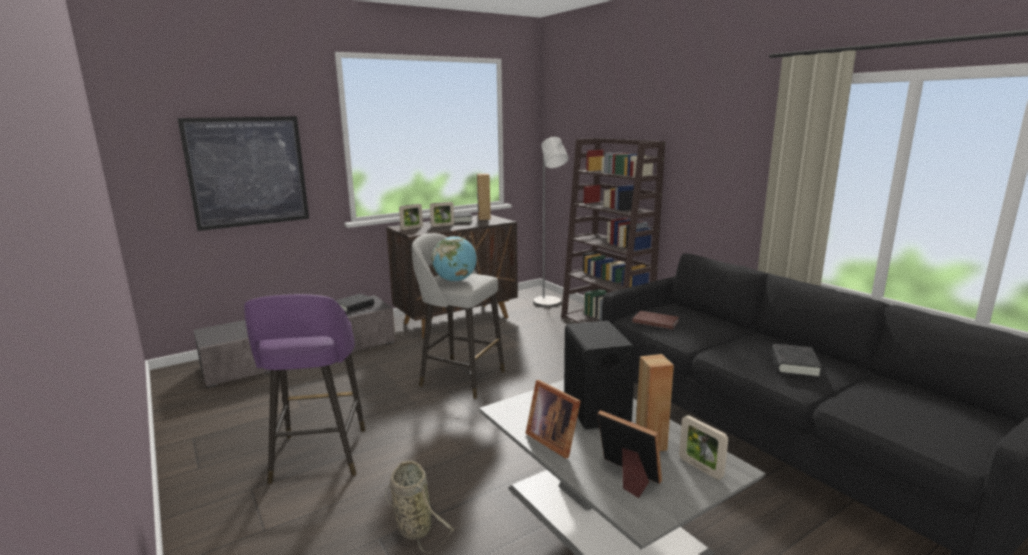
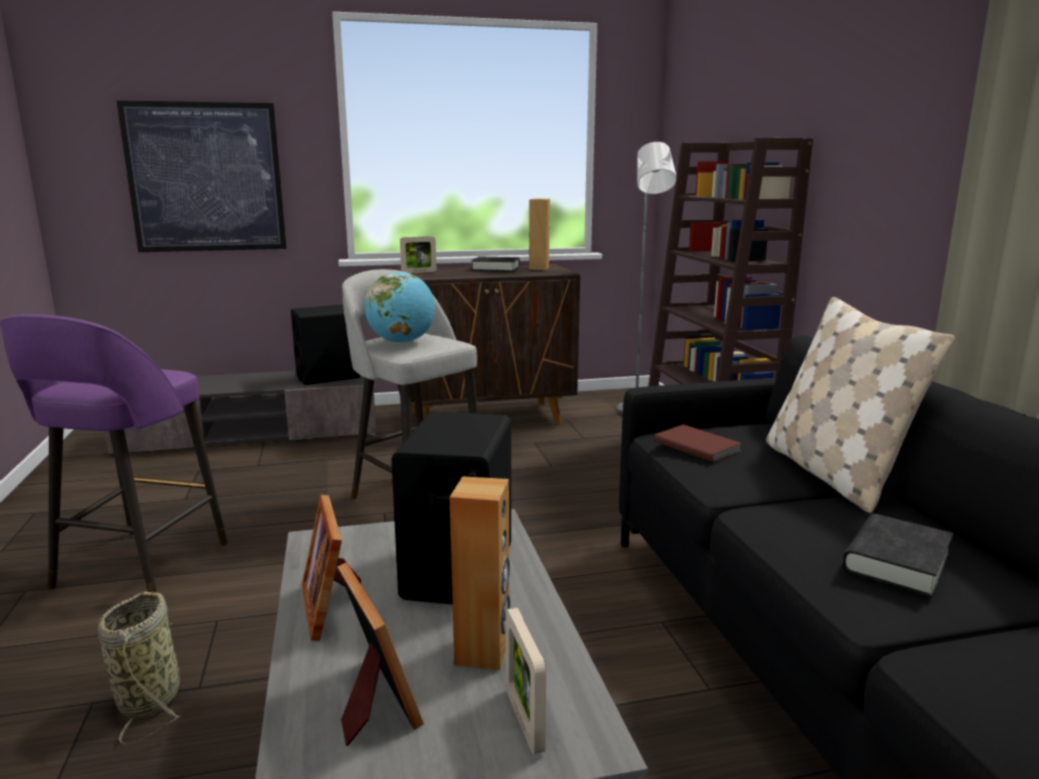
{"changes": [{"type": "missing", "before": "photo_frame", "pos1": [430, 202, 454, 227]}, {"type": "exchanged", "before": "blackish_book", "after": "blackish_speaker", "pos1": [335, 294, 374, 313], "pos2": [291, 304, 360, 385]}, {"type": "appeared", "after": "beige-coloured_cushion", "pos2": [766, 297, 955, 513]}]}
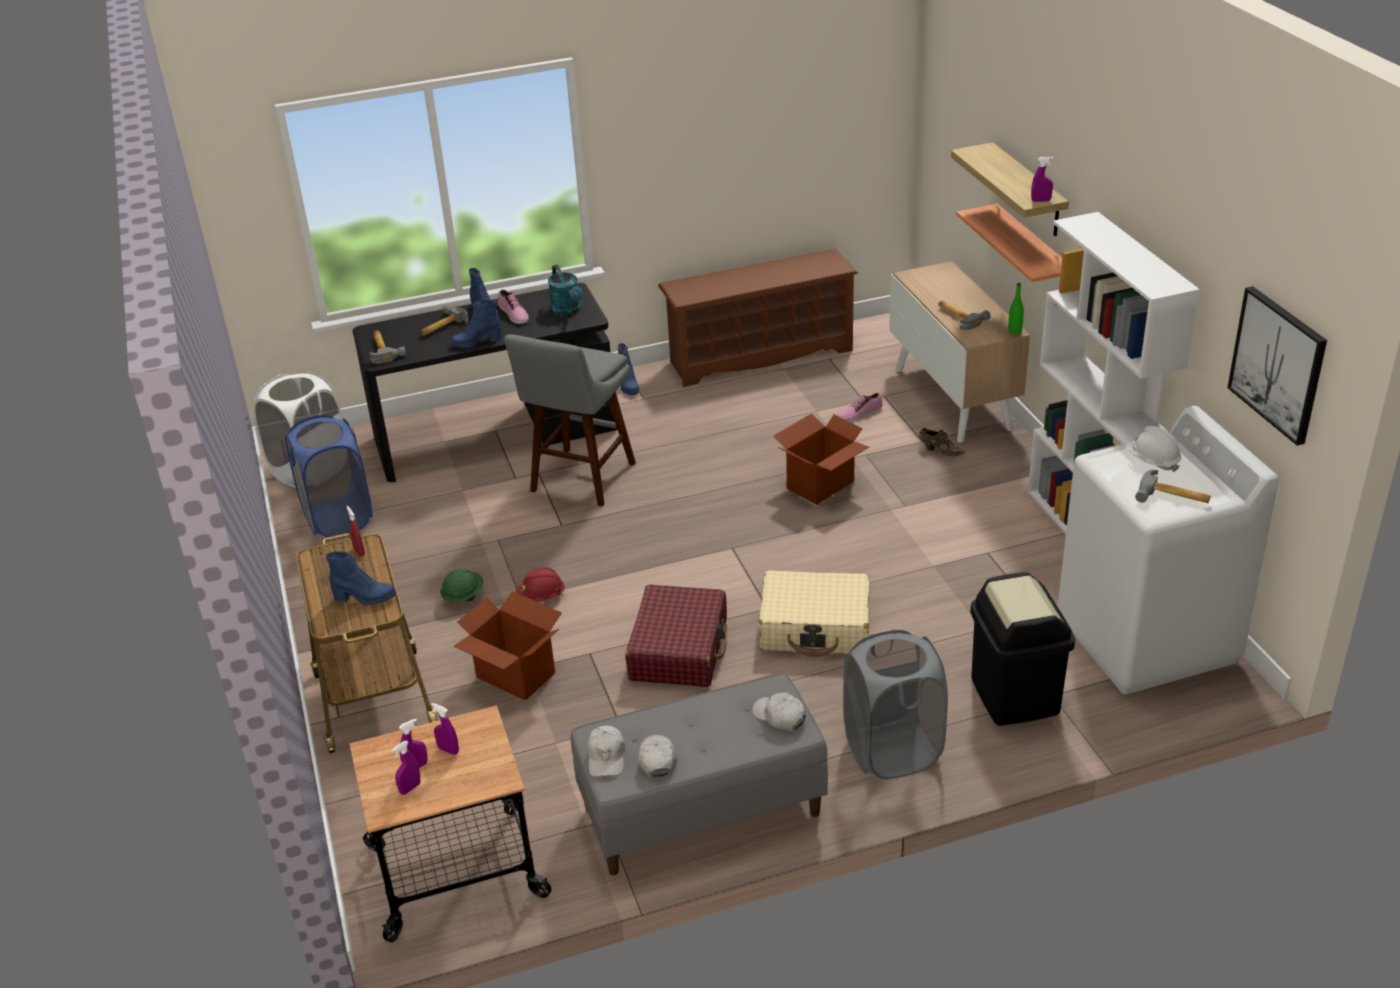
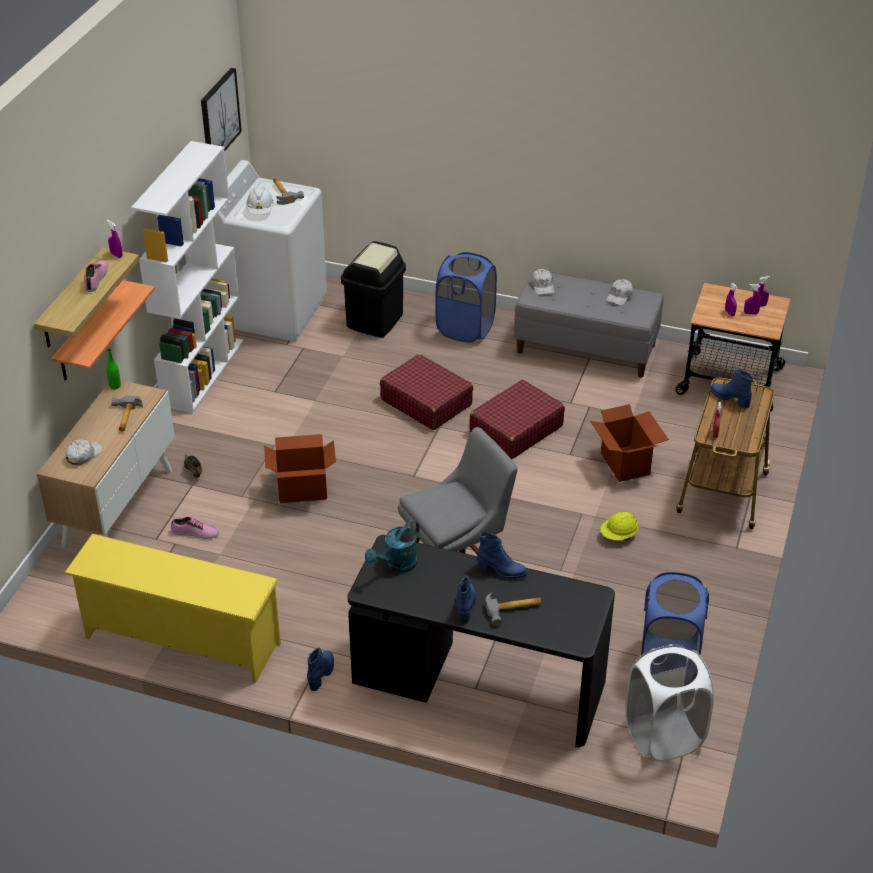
{"changes": [{"type": "colour", "before": "brown-coloured_shoe_stand", "after": "yellow-coloured_shoe_stand", "pos1": [658, 249, 858, 387], "pos2": [64, 534, 281, 683]}, {"type": "spun", "before": "blue-green_watering_can", "pos1": [548, 265, 583, 316], "pos2": [365, 520, 419, 573], "turn": -150}, {"type": "relocated", "before": "item_of_footwear", "pos1": [498, 289, 529, 324], "pos2": [84, 260, 108, 292]}, {"type": "missing", "before": "hand_hammer", "pos1": [369, 330, 406, 364]}, {"type": "missing", "before": "reddish_work_helmet", "pos1": [515, 567, 565, 602]}, {"type": "colour", "before": "greenish_work_helmet", "after": "yellow-coloured_work_helmet", "pos1": [441, 569, 483, 602], "pos2": [600, 512, 639, 541]}, {"type": "colour", "before": "beige-coloured_suitcase", "after": "reddish_suitcase", "pos1": [759, 570, 870, 657], "pos2": [380, 354, 473, 430]}, {"type": "colour", "before": "gray_hamper", "after": "blue-coloured_hamper", "pos1": [843, 629, 948, 780], "pos2": [436, 252, 497, 343]}, {"type": "relocated", "before": "whitish_cap", "pos1": [587, 726, 625, 777], "pos2": [66, 439, 103, 465]}]}
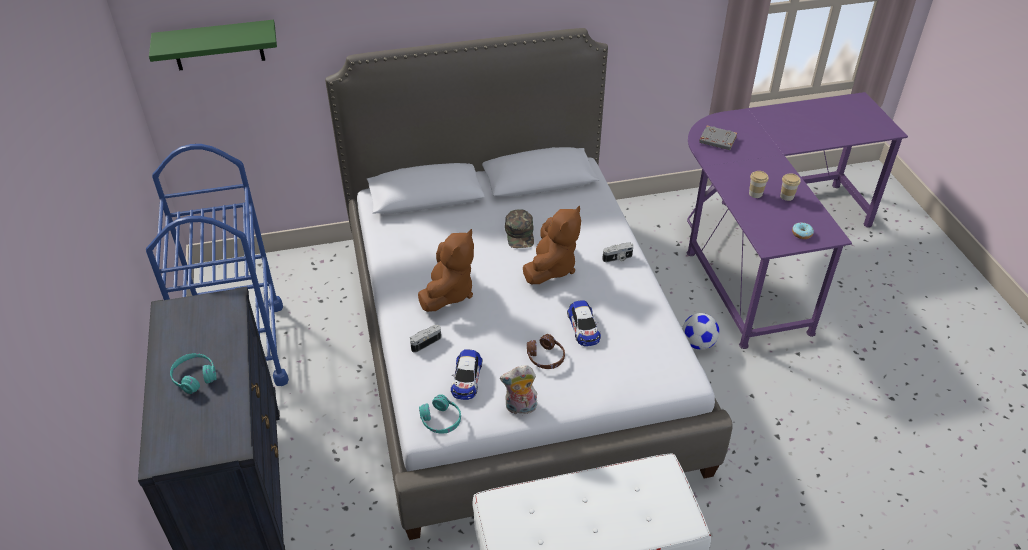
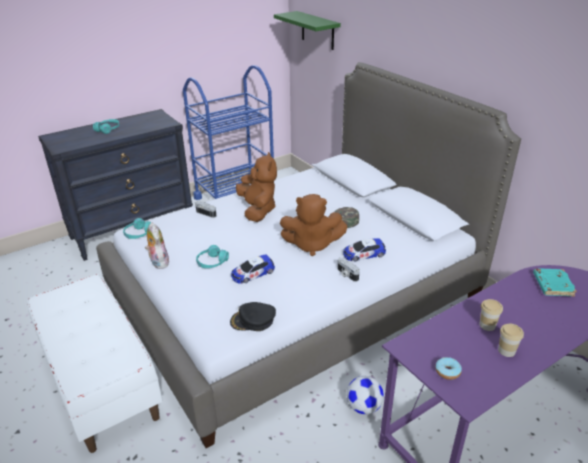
{"changes": [{"type": "colour", "before": "gray_book", "after": "blue-green_book", "pos1": [699, 126, 737, 150], "pos2": [533, 269, 577, 297]}, {"type": "spun", "before": "brown-coloured_plush_toy", "pos1": [418, 229, 474, 312], "pos2": [236, 152, 277, 222], "turn": -105}, {"type": "colour", "before": "brown-coloured_headphones", "after": "blue-green_headphones", "pos1": [527, 334, 565, 369], "pos2": [196, 245, 229, 268]}, {"type": "relocated", "before": "model_car", "pos1": [451, 350, 482, 400], "pos2": [343, 238, 386, 262]}, {"type": "appeared", "after": "blackish_cap", "pos2": [230, 302, 276, 331]}]}
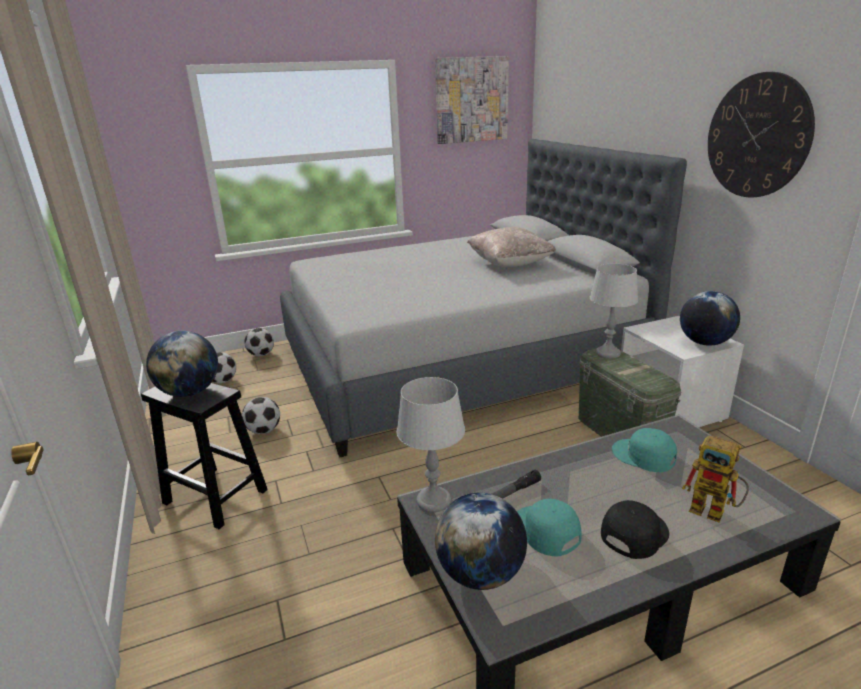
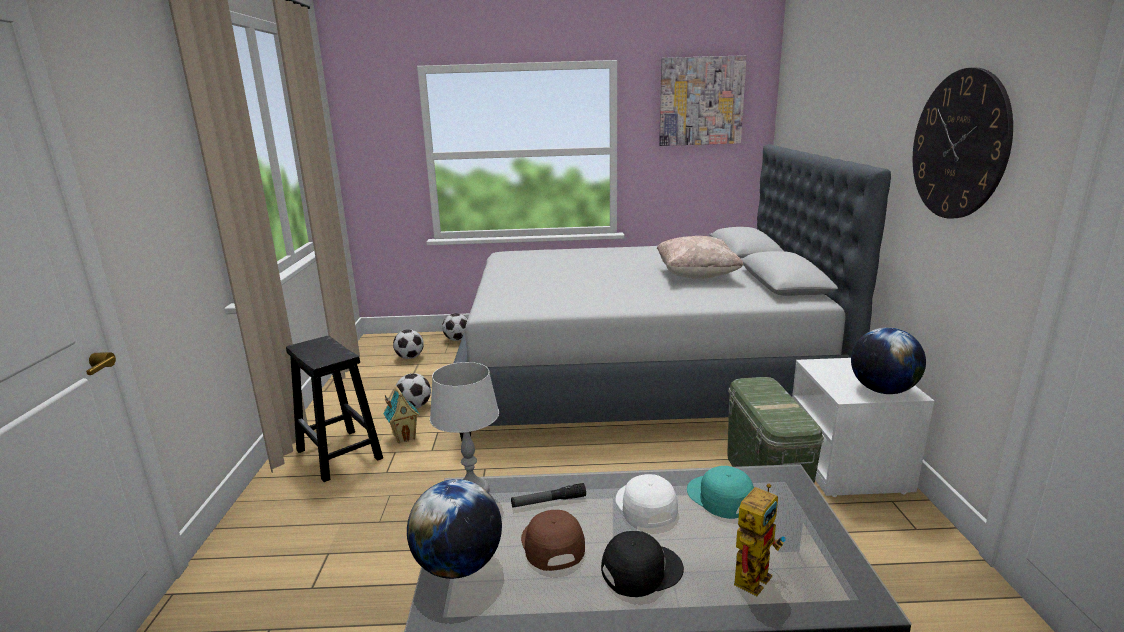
{"changes": [{"type": "missing", "before": "gray_lamp_for_a_table", "pos1": [590, 264, 638, 359]}, {"type": "missing", "before": "desk_globe", "pos1": [146, 331, 218, 397]}, {"type": "spun", "before": "robot_figure", "pos1": [682, 436, 749, 522], "pos2": [734, 483, 786, 596], "turn": -105}, {"type": "colour", "before": "blue-green_cap", "after": "brown-coloured_cap", "pos1": [517, 499, 582, 557], "pos2": [521, 510, 585, 571]}, {"type": "appeared", "after": "miniature_house", "pos2": [383, 386, 420, 443]}, {"type": "appeared", "after": "whitish_cap", "pos2": [615, 474, 678, 528]}]}
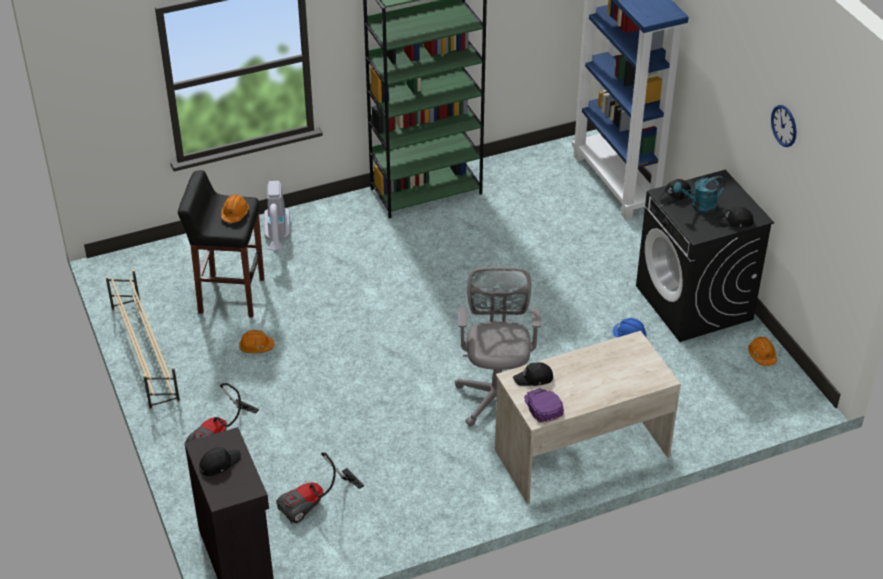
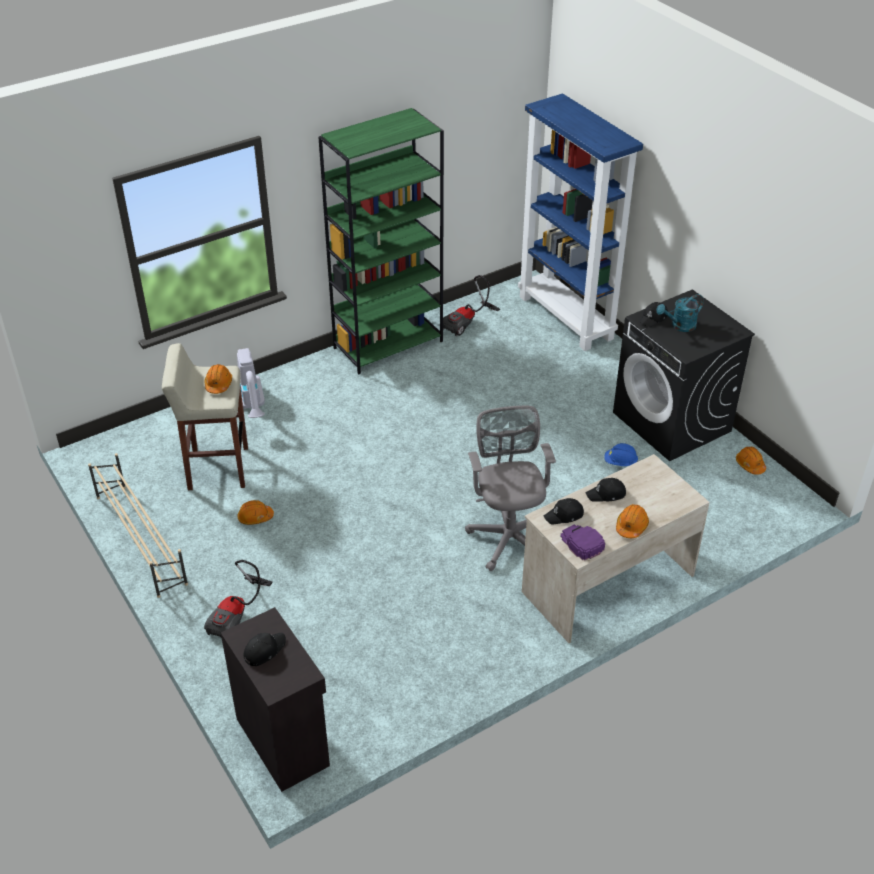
{"changes": [{"type": "missing", "before": "wall_clock", "pos1": [771, 105, 797, 147]}, {"type": "colour", "before": "blackish_stool", "after": "beige-coloured_stool", "pos1": [178, 170, 264, 317], "pos2": [162, 343, 248, 490]}, {"type": "relocated", "before": "blackish_cap", "pos1": [716, 207, 753, 227], "pos2": [586, 478, 626, 502]}, {"type": "relocated", "before": "hoover", "pos1": [276, 452, 364, 523], "pos2": [443, 275, 500, 336]}, {"type": "appeared", "after": "orange_work_helmet", "pos2": [616, 504, 649, 538]}]}
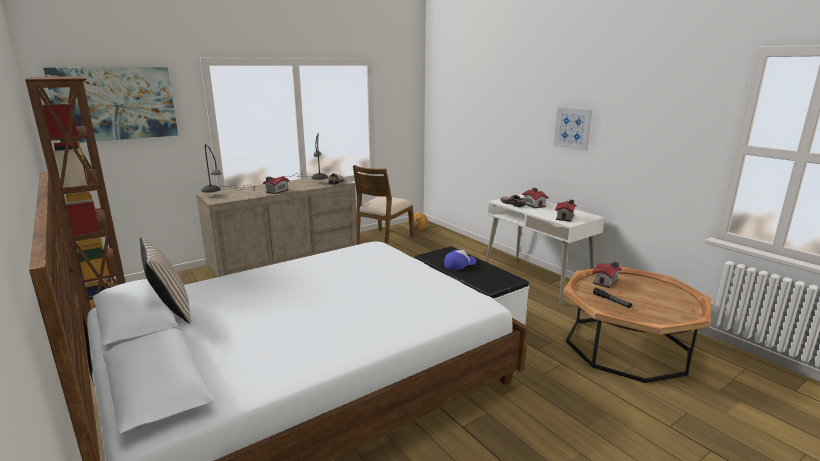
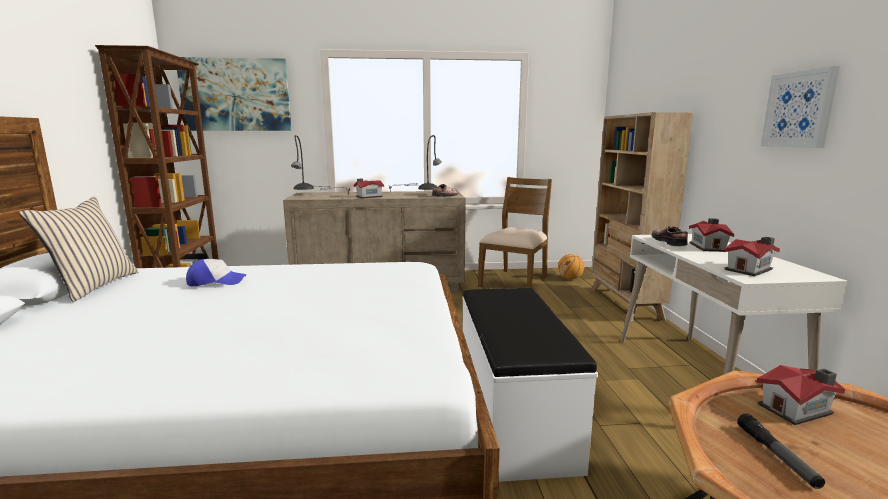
{"changes": [{"type": "spun", "before": "brown-coloured_plain_chair", "pos1": [353, 165, 414, 245], "pos2": [478, 177, 552, 288], "turn": 150}, {"type": "relocated", "before": "cap", "pos1": [444, 250, 476, 270], "pos2": [186, 259, 246, 286]}, {"type": "appeared", "after": "beige-coloured_bookcase", "pos2": [590, 112, 693, 322]}]}
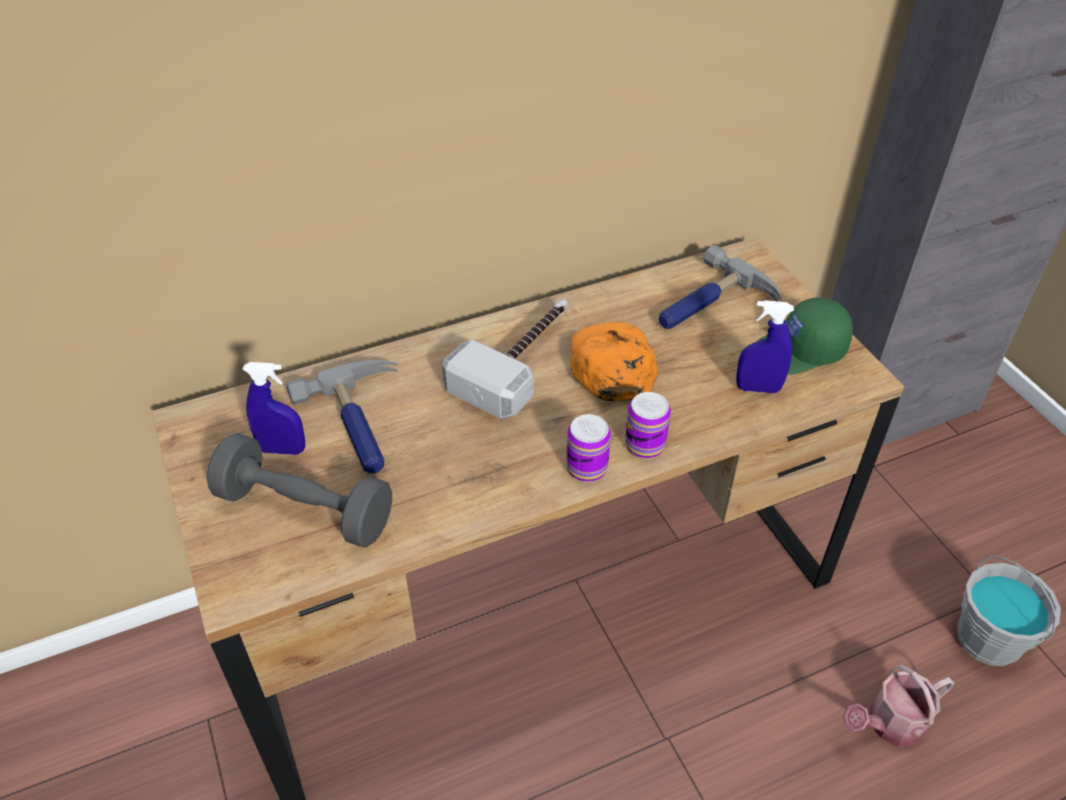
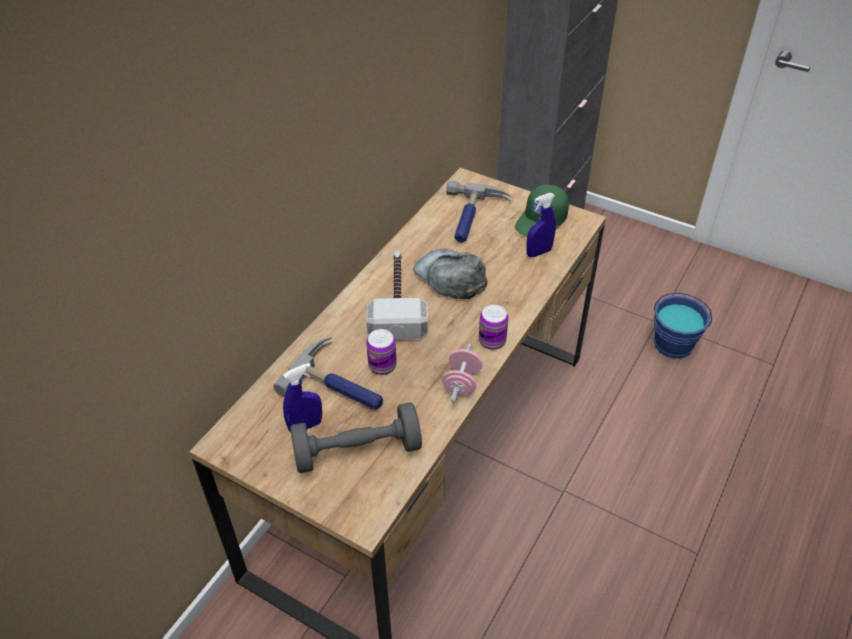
{"changes": [{"type": "colour", "before": "orange_cap", "after": "gray_cap", "pos1": [571, 322, 658, 401], "pos2": [413, 249, 487, 299]}, {"type": "relocated", "before": "sealed_can", "pos1": [625, 392, 671, 459], "pos2": [366, 329, 397, 375]}, {"type": "colour", "before": "gray_pail", "after": "blue-coloured_pail", "pos1": [957, 556, 1061, 666], "pos2": [654, 293, 712, 359]}, {"type": "missing", "before": "watering_can", "pos1": [843, 665, 954, 747]}, {"type": "appeared", "after": "pink-coloured_dumbbell", "pos2": [442, 344, 482, 403]}]}
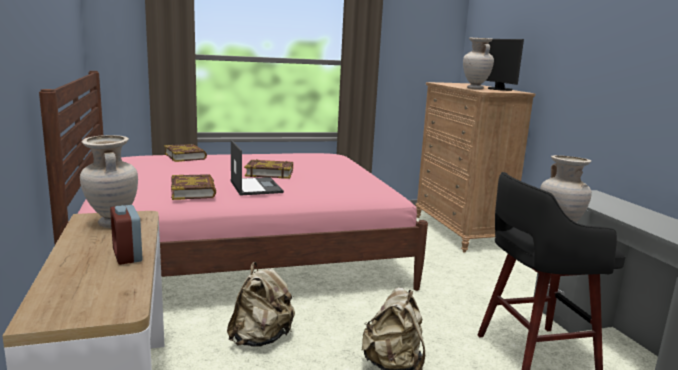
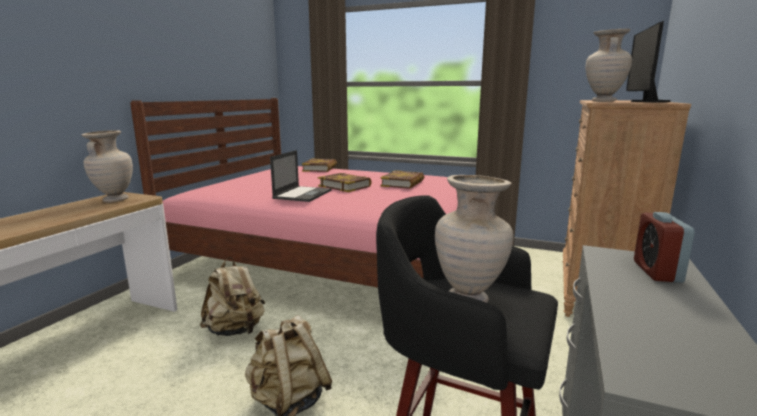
{"changes": [{"type": "relocated", "before": "book", "pos1": [171, 174, 216, 200], "pos2": [380, 170, 424, 189]}, {"type": "relocated", "before": "alarm_clock", "pos1": [110, 205, 143, 265], "pos2": [634, 212, 695, 283]}]}
